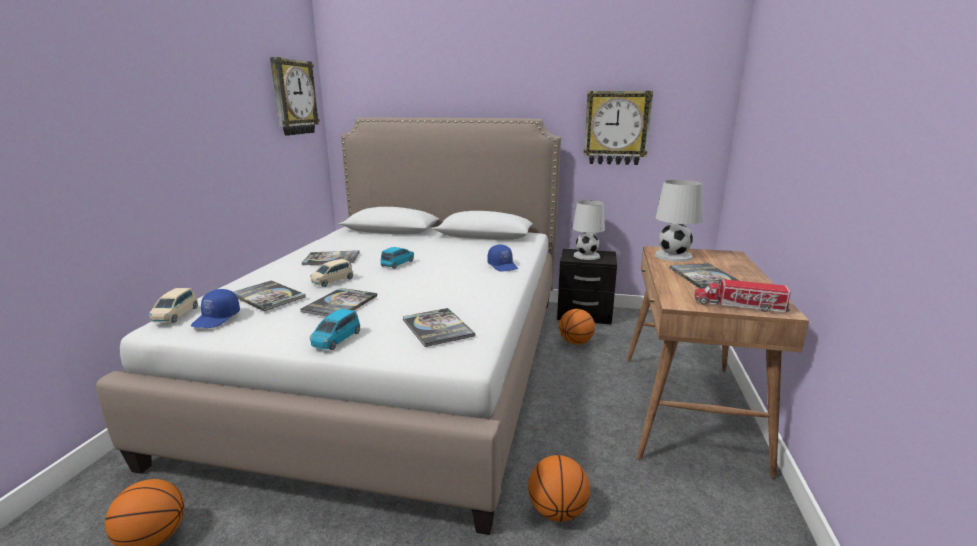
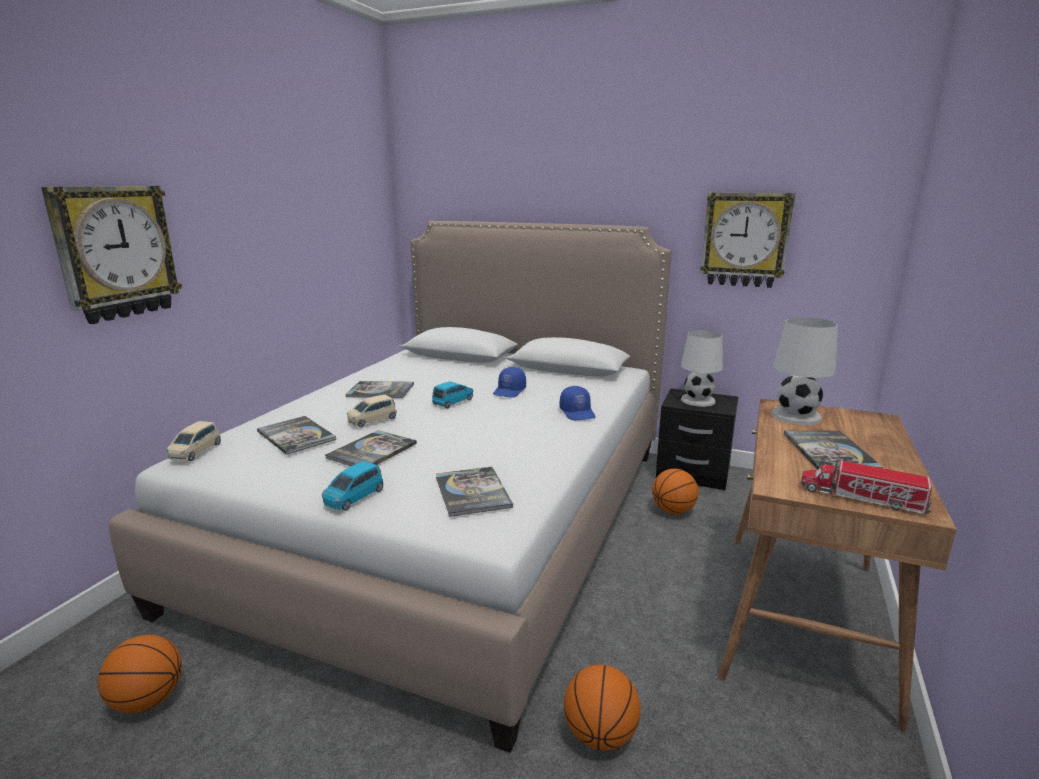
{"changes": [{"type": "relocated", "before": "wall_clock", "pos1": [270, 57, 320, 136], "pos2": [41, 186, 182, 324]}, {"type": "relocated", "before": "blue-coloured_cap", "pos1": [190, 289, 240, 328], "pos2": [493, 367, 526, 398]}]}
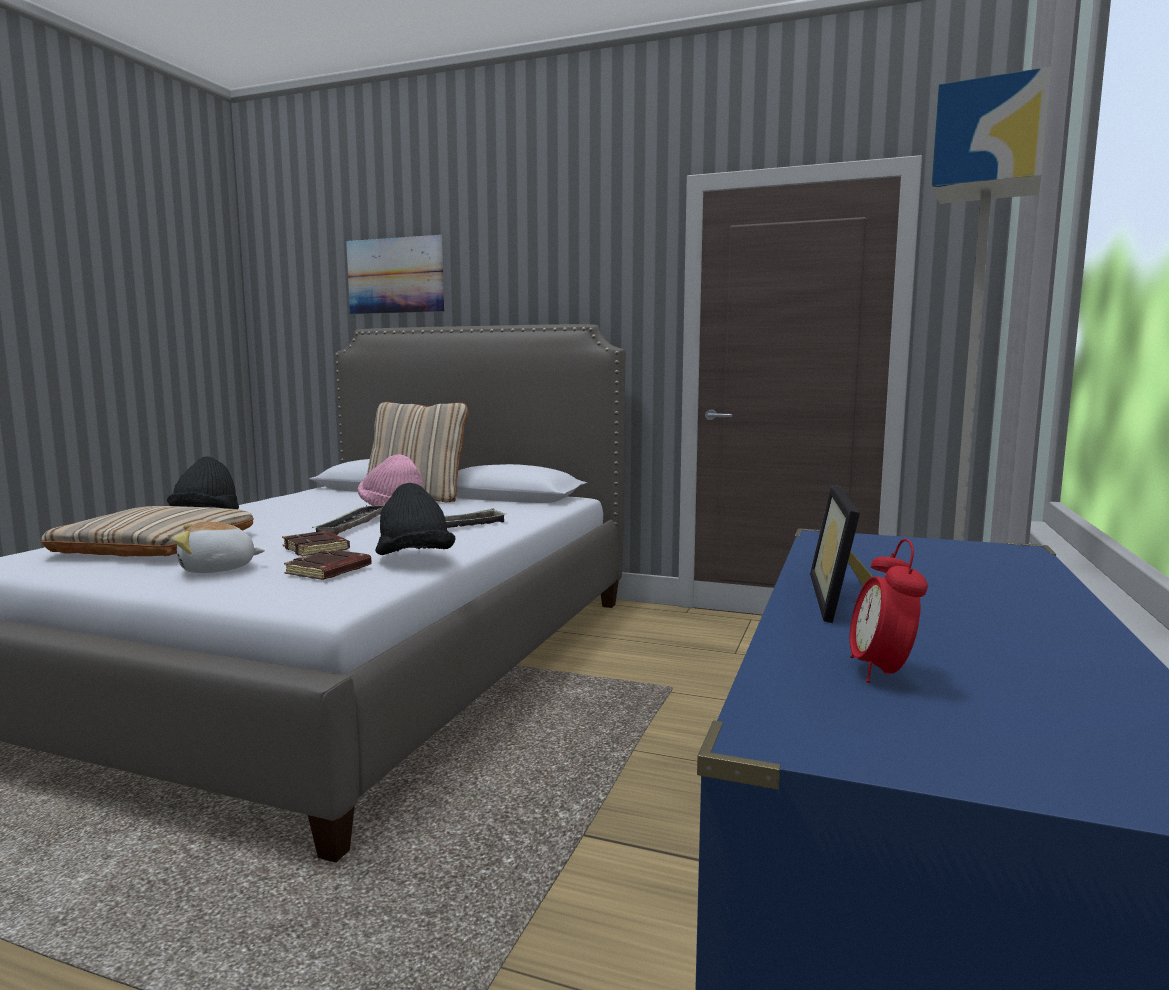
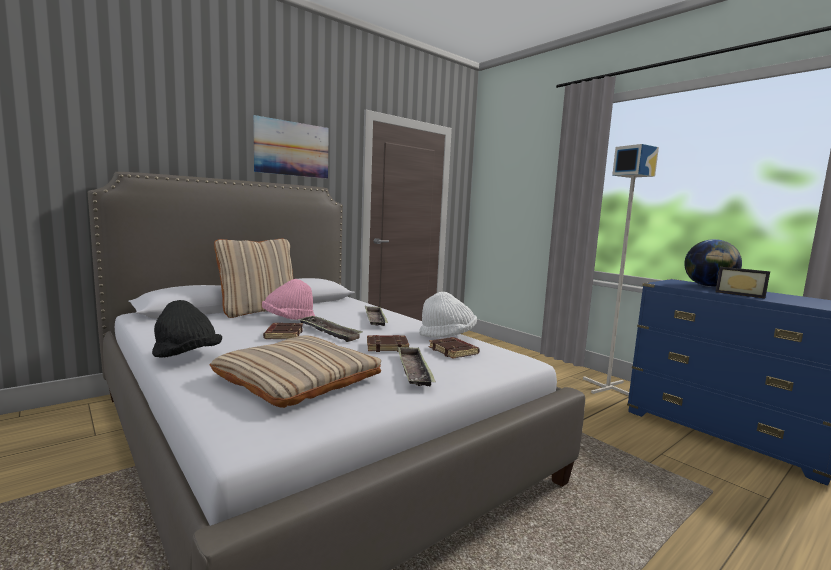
{"changes": [{"type": "relocated", "before": "wall_picture", "pos1": [346, 235, 444, 314], "pos2": [253, 115, 329, 179]}, {"type": "colour", "before": "blackish_clothing_hat", "after": "whitish_clothing_hat", "pos1": [375, 483, 456, 555], "pos2": [419, 292, 477, 338]}, {"type": "exchanged", "before": "plush_toy", "after": "carrying_tray", "pos1": [173, 522, 265, 573], "pos2": [397, 346, 436, 387]}, {"type": "missing", "before": "alarm_clock", "pos1": [850, 539, 928, 683]}, {"type": "appeared", "after": "desk_globe", "pos2": [684, 239, 742, 287]}, {"type": "appeared", "after": "brown-coloured_book", "pos2": [263, 323, 303, 339]}]}
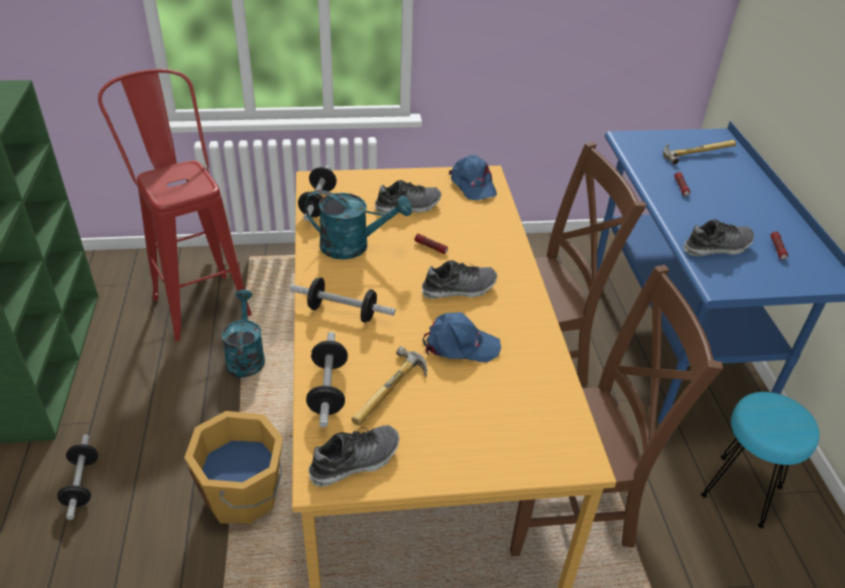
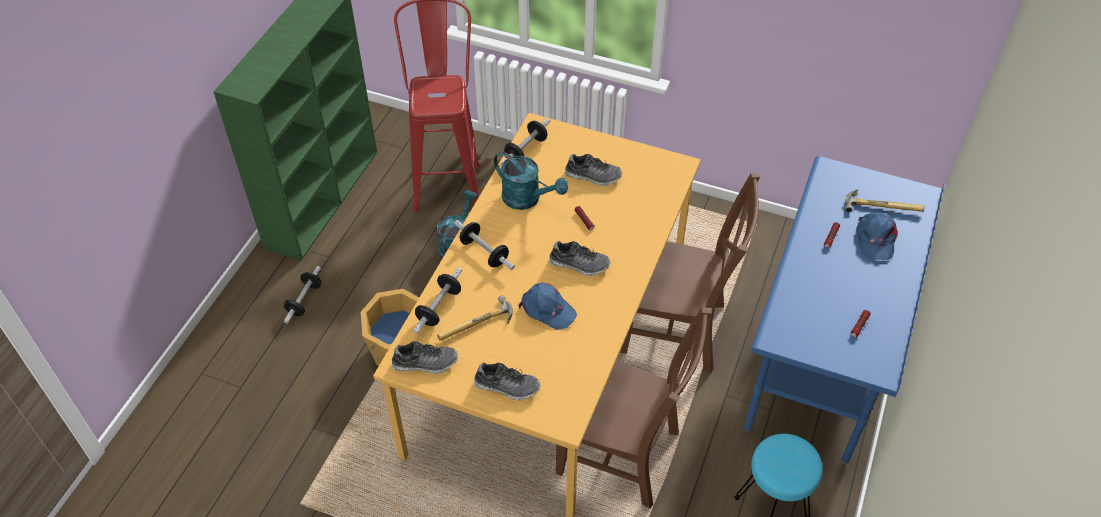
{"changes": [{"type": "relocated", "before": "blue-coloured_cap", "pos1": [449, 155, 497, 201], "pos2": [856, 212, 898, 260]}, {"type": "relocated", "before": "item_of_footwear", "pos1": [684, 219, 754, 257], "pos2": [474, 362, 541, 400]}]}
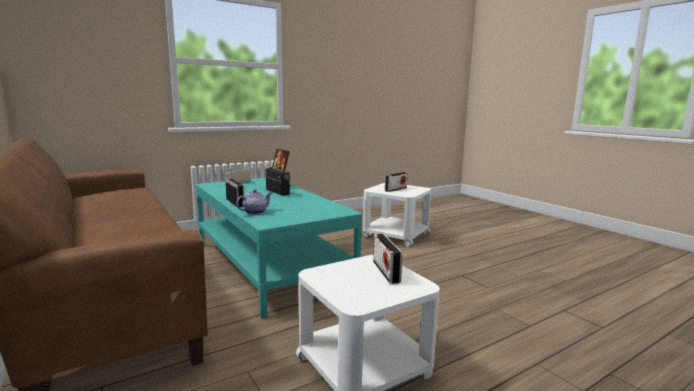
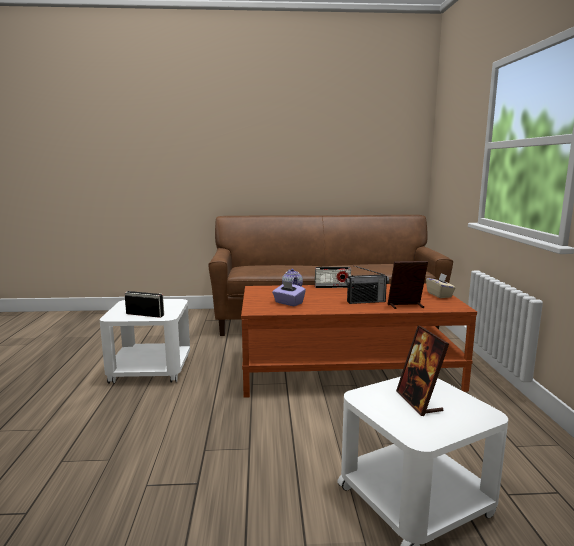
{"changes": [{"type": "exchanged", "before": "radio_set", "after": "photo_frame", "pos1": [385, 172, 408, 192], "pos2": [396, 325, 449, 416]}, {"type": "colour", "before": "blue-green_lounge_table", "after": "brown-coloured_lounge_table", "pos1": [195, 178, 362, 318], "pos2": [241, 283, 477, 398]}, {"type": "appeared", "after": "purple_tissue_holder", "pos2": [272, 281, 306, 306]}]}
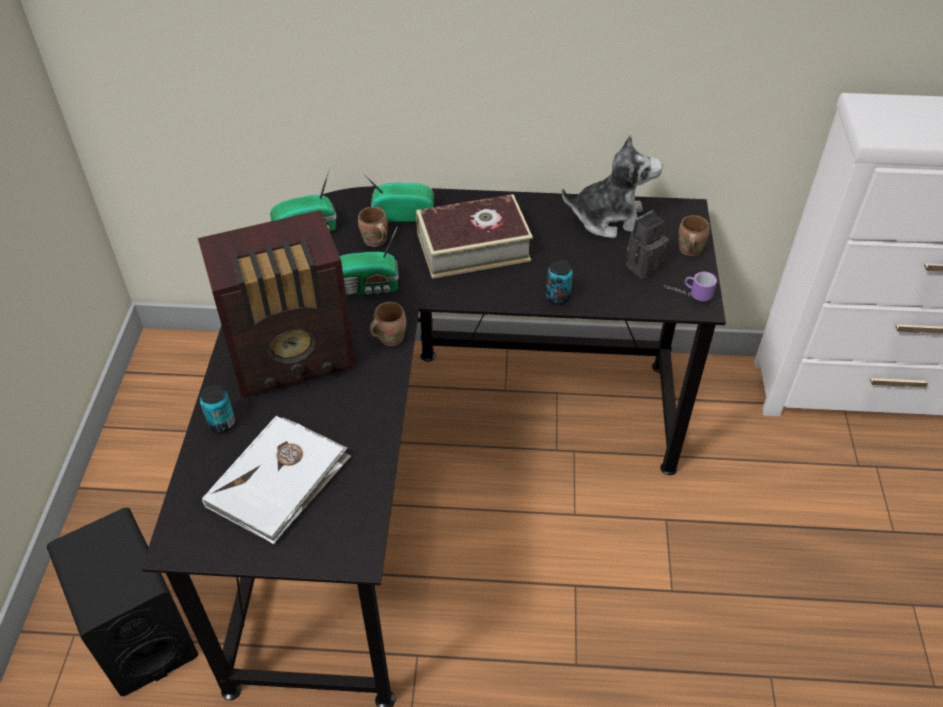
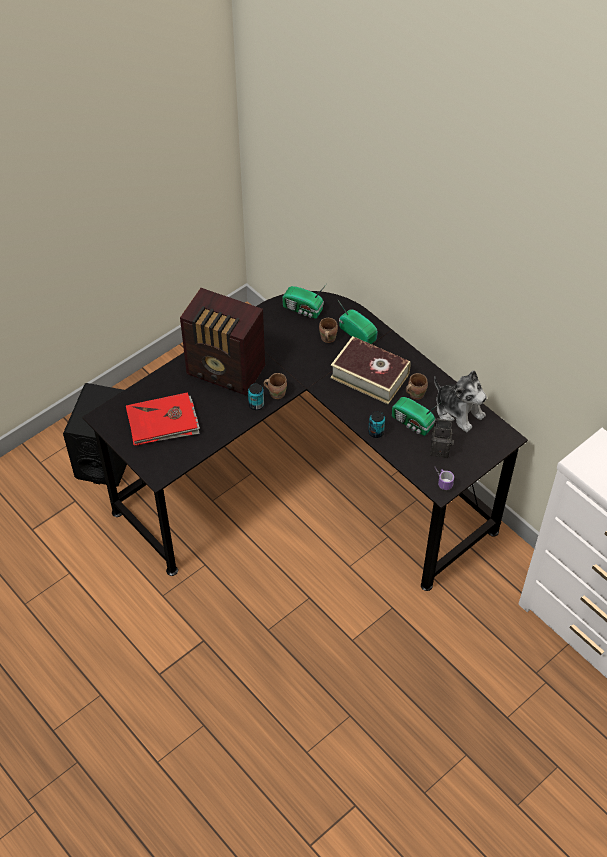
{"changes": [{"type": "relocated", "before": "brown-coloured_coffee_mug", "pos1": [679, 215, 709, 256], "pos2": [405, 373, 428, 400]}, {"type": "relocated", "before": "radio_set", "pos1": [340, 226, 399, 296], "pos2": [392, 397, 440, 436]}, {"type": "relocated", "before": "sealed_can", "pos1": [200, 385, 235, 433], "pos2": [248, 383, 264, 410]}, {"type": "colour", "before": "whitish_book", "after": "reddish_book", "pos1": [202, 416, 351, 544], "pos2": [126, 392, 200, 446]}]}
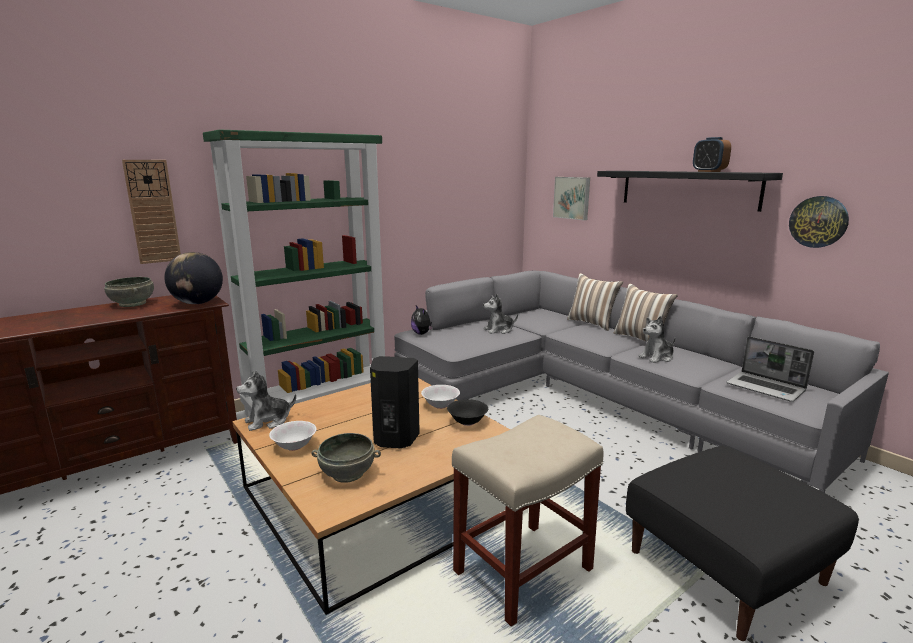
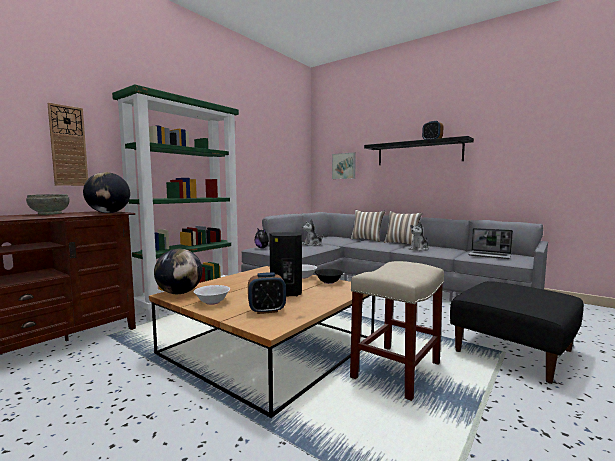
{"changes": [{"type": "missing", "before": "wall_clock", "pos1": [789, 196, 849, 248]}, {"type": "exchanged", "before": "plush_toy", "after": "desk_globe", "pos1": [236, 371, 296, 431], "pos2": [154, 249, 202, 294]}, {"type": "exchanged", "before": "gray_deep_dish", "after": "alarm_clock", "pos1": [311, 433, 381, 483], "pos2": [248, 272, 286, 314]}]}
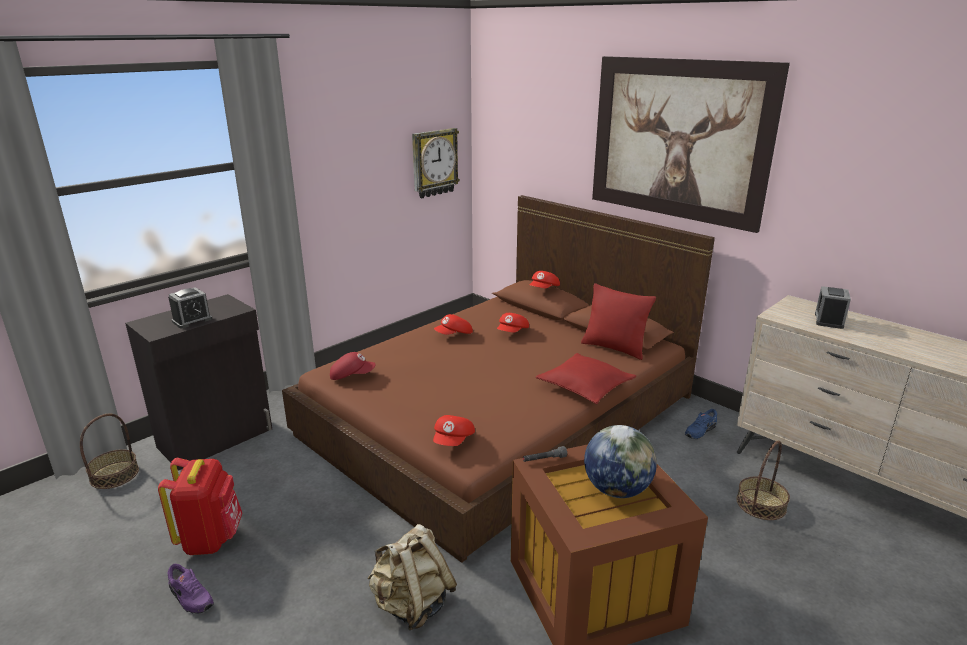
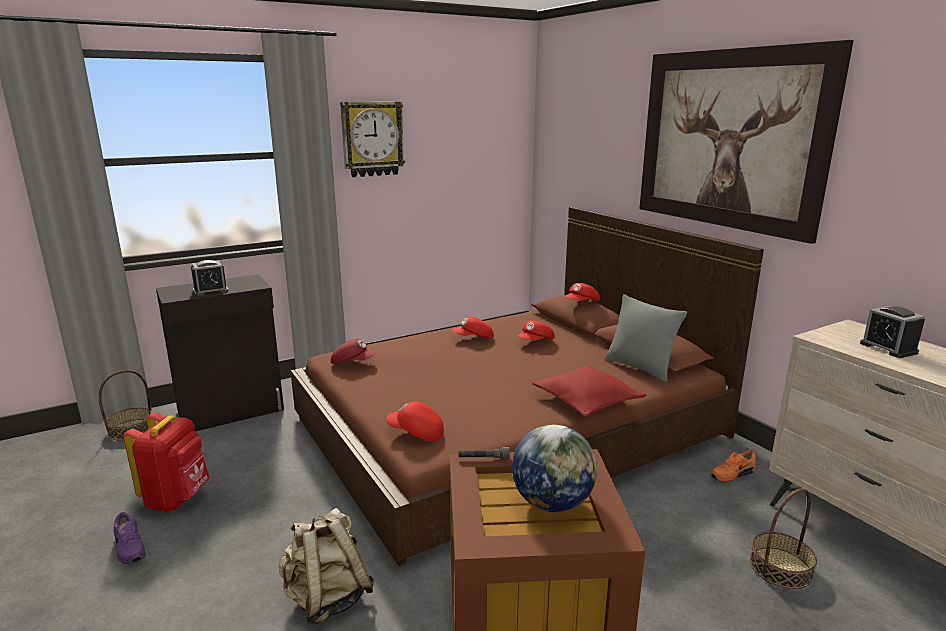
{"changes": [{"type": "relocated", "before": "wall_clock", "pos1": [412, 128, 460, 198], "pos2": [340, 102, 405, 177]}, {"type": "colour", "before": "reddish_cushion", "after": "gray_cushion", "pos1": [581, 283, 656, 360], "pos2": [605, 294, 687, 382]}, {"type": "spun", "before": "alarm_clock", "pos1": [815, 286, 851, 329], "pos2": [860, 306, 925, 358], "turn": -60}, {"type": "colour", "before": "blue-coloured_item_of_footwear", "after": "orange_item_of_footwear", "pos1": [685, 409, 717, 439], "pos2": [710, 450, 756, 482]}, {"type": "spun", "before": "reddish_cap", "pos1": [433, 415, 475, 446], "pos2": [386, 402, 444, 441], "turn": 75}]}
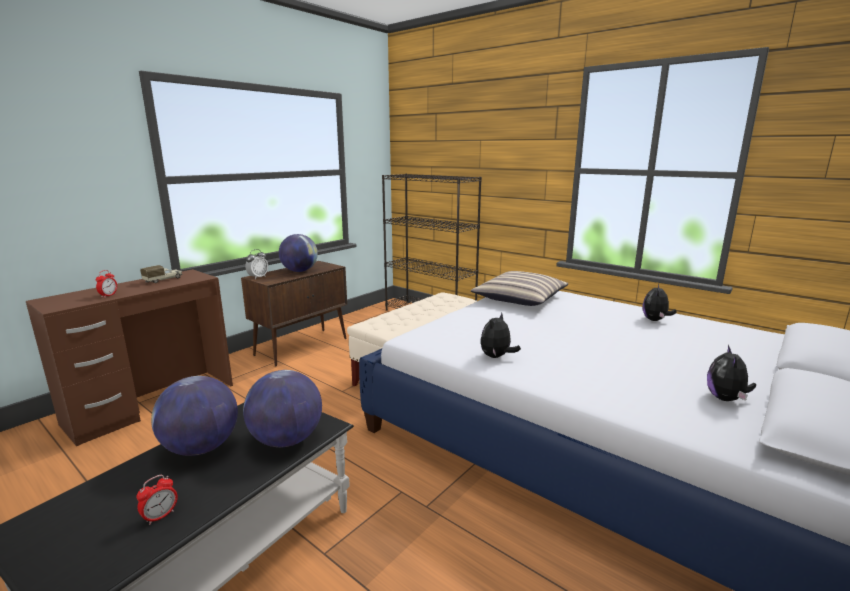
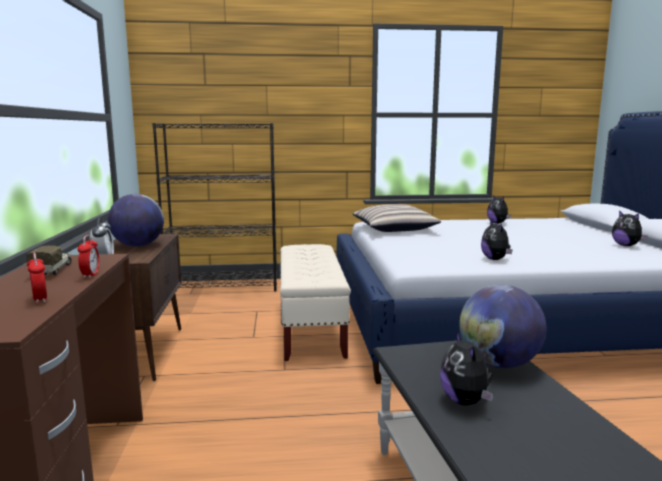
{"changes": [{"type": "exchanged", "before": "desk_globe", "after": "plush_toy", "pos1": [151, 376, 238, 456], "pos2": [440, 330, 493, 405]}, {"type": "relocated", "before": "alarm_clock", "pos1": [136, 475, 178, 525], "pos2": [78, 235, 99, 279]}]}
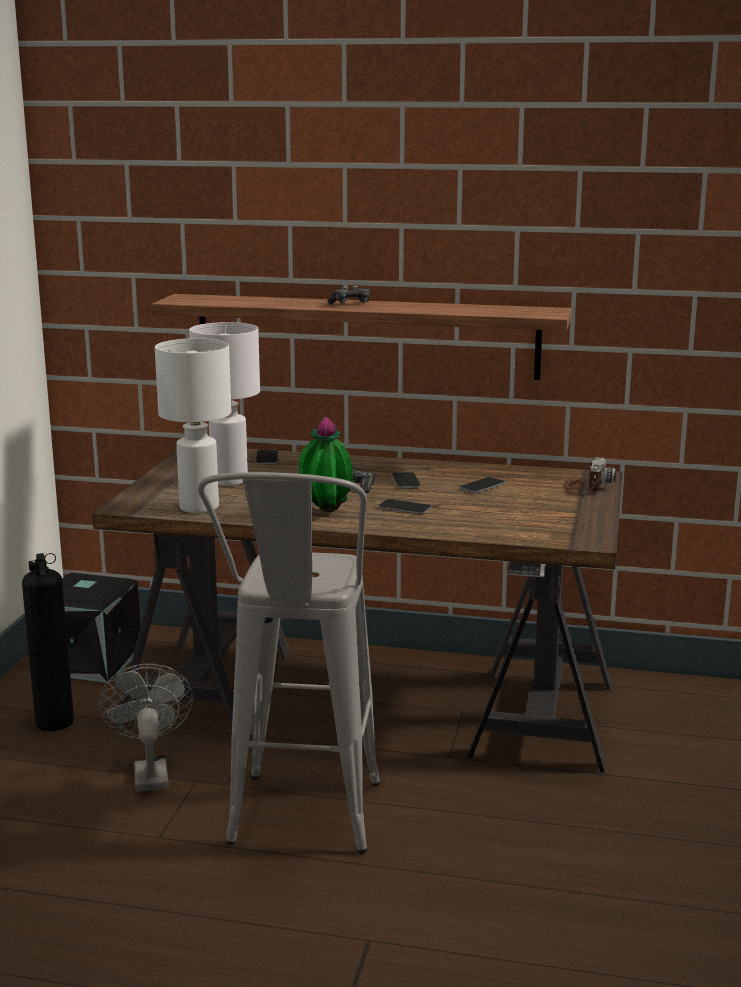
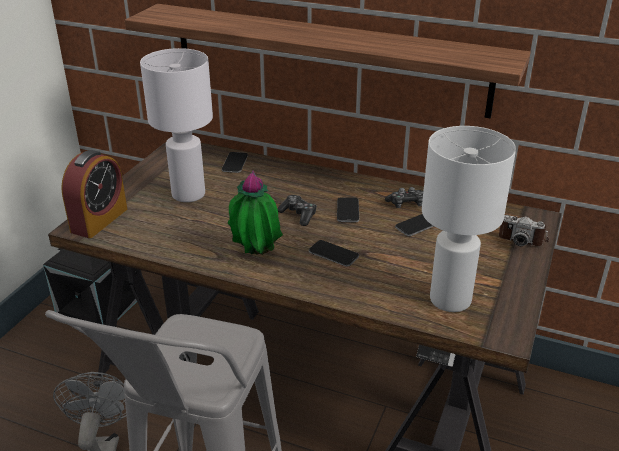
{"changes": [{"type": "relocated", "before": "game_controller", "pos1": [328, 286, 370, 304], "pos2": [385, 187, 423, 208]}, {"type": "relocated", "before": "whitish_lamp_for_a_table", "pos1": [155, 338, 231, 513], "pos2": [422, 126, 516, 312]}, {"type": "spun", "before": "photo_camera", "pos1": [563, 457, 616, 494], "pos2": [496, 215, 549, 246], "turn": 90}, {"type": "missing", "before": "fire_extinguisher", "pos1": [22, 553, 74, 731]}, {"type": "appeared", "after": "alarm_clock", "pos2": [61, 150, 127, 238]}]}
